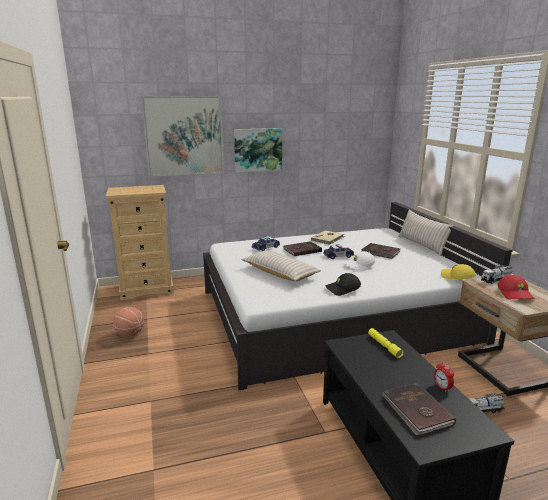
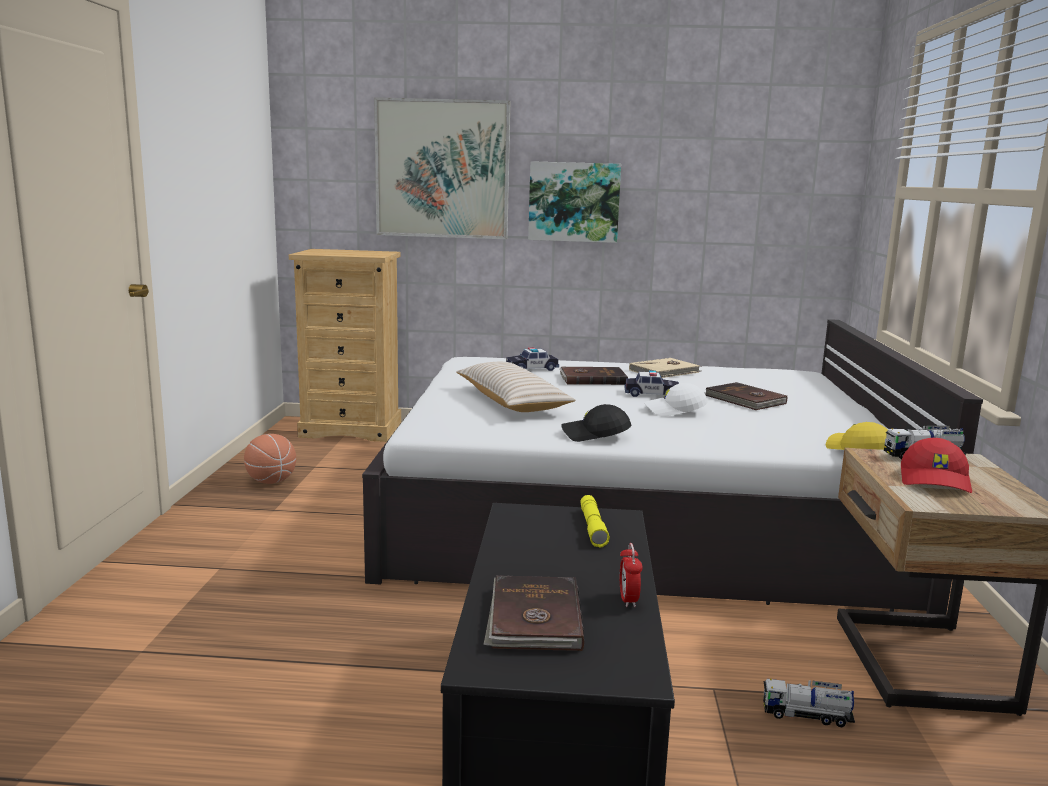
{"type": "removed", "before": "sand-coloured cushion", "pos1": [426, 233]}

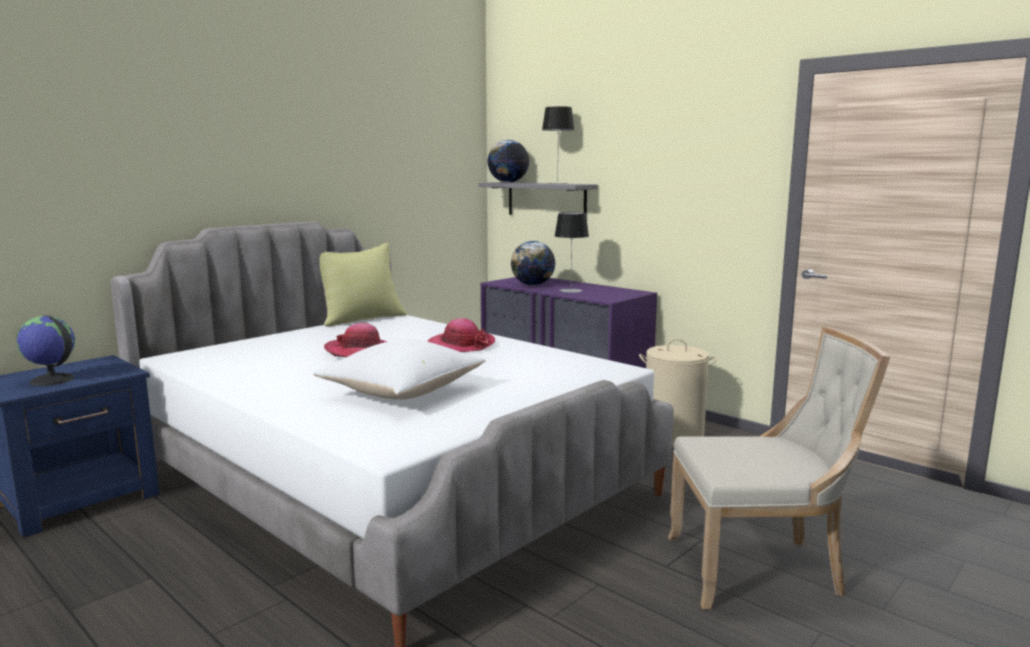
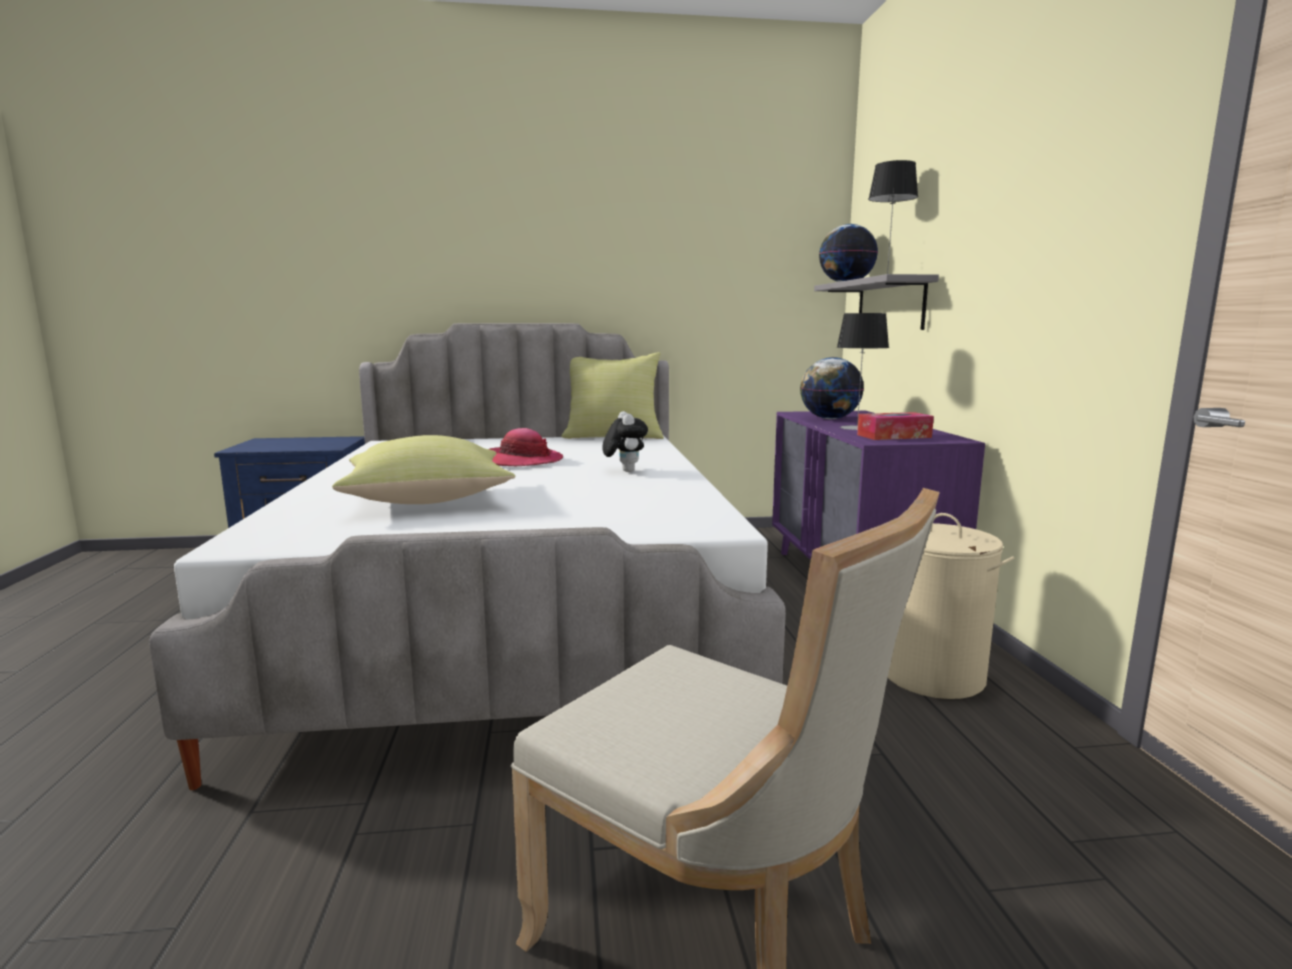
{"type": "removed", "before": "world globe", "pos1": [45, 351]}
{"type": "added", "after": "box of tissues", "pos2": [895, 426]}
{"type": "replaced", "before": "hat", "after": "cuddly toy", "pos1": [461, 335], "pos2": [625, 441]}
{"type": "recoloured", "before": "white cushion", "after": "yellowish cushion", "pos1": [399, 369], "pos2": [423, 469]}

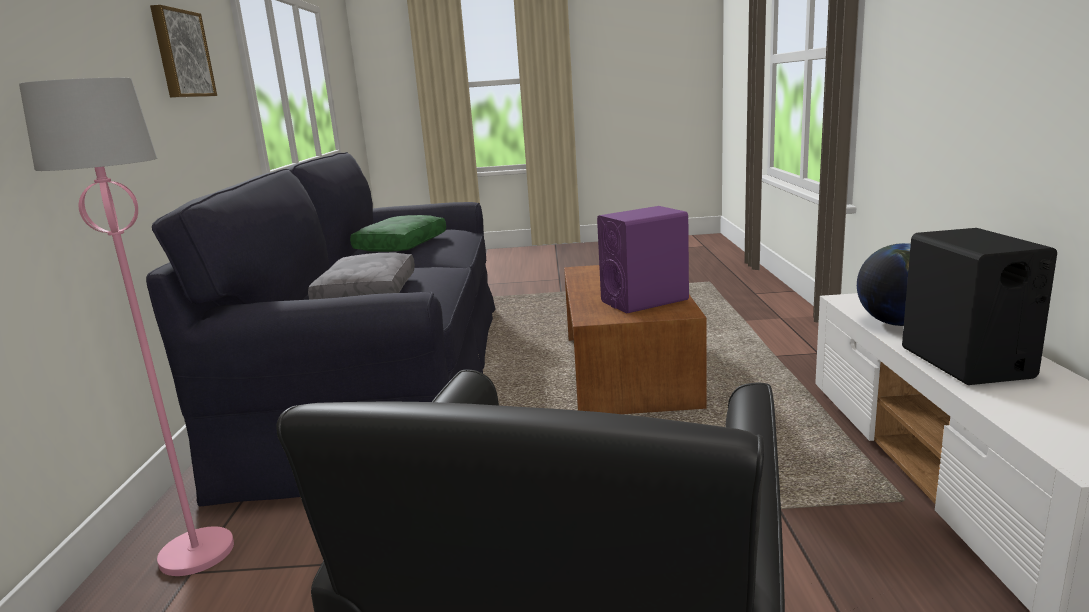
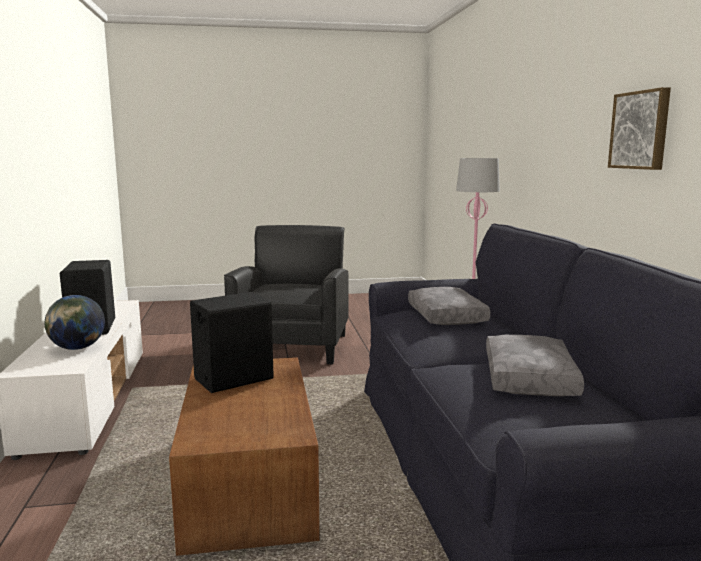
{"type": "recoloured", "before": "green-coloured cushion", "after": "grey cushion", "pos1": [398, 233], "pos2": [535, 365]}
{"type": "recoloured", "before": "purple-coloured loudspeaker", "after": "black loudspeaker", "pos1": [643, 259], "pos2": [232, 342]}

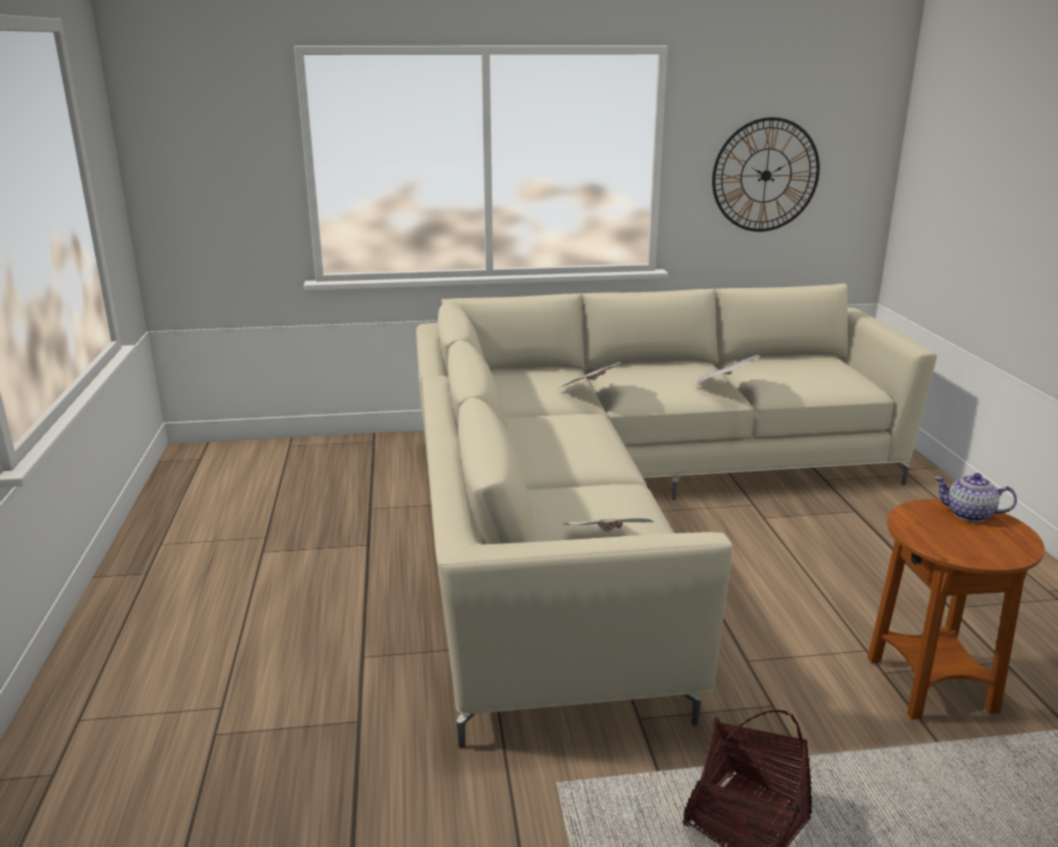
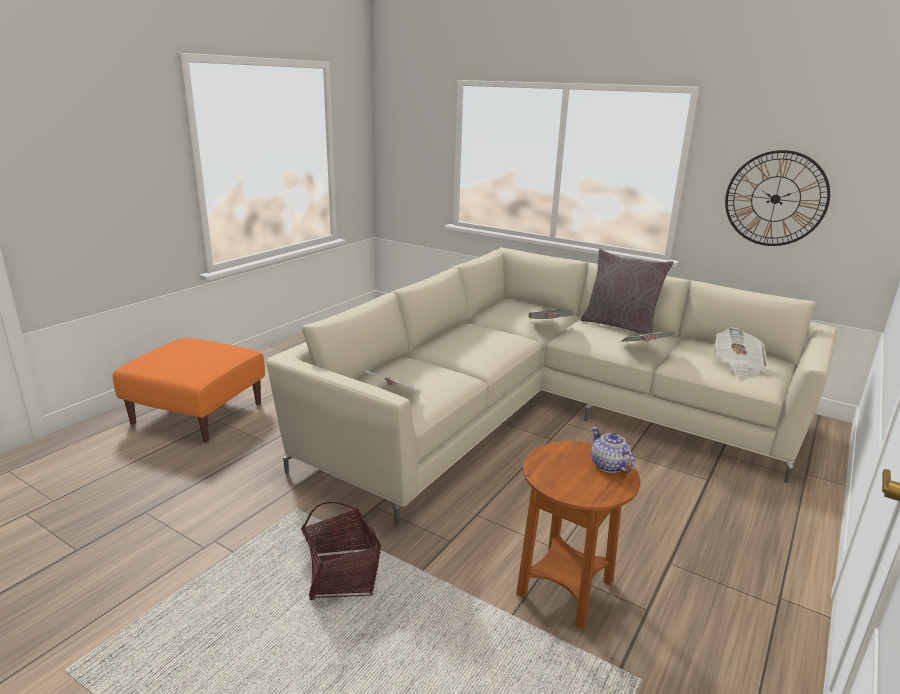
{"type": "added", "after": "orange ottoman", "pos2": [188, 390]}
{"type": "added", "after": "grey cushion", "pos2": [627, 292]}
{"type": "added", "after": "daily paper", "pos2": [740, 352]}

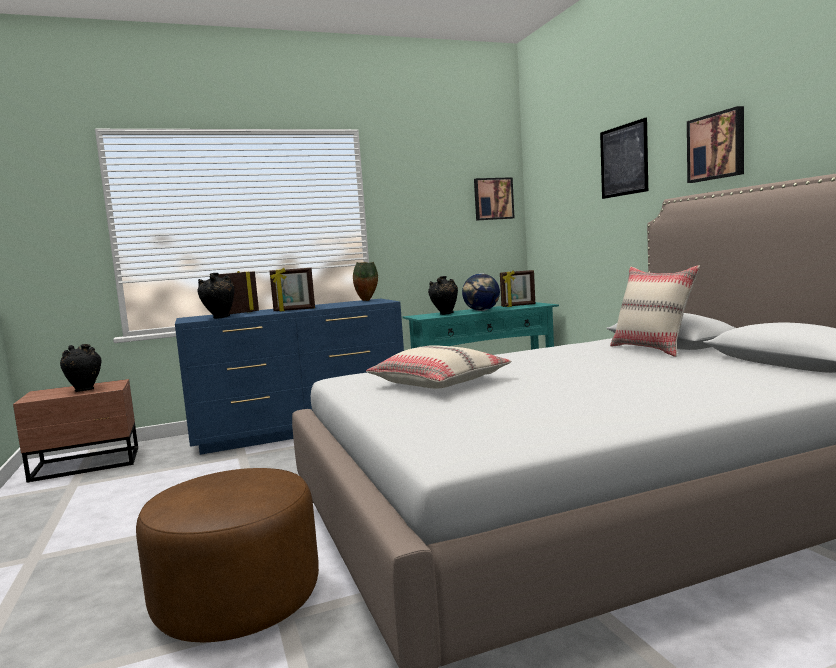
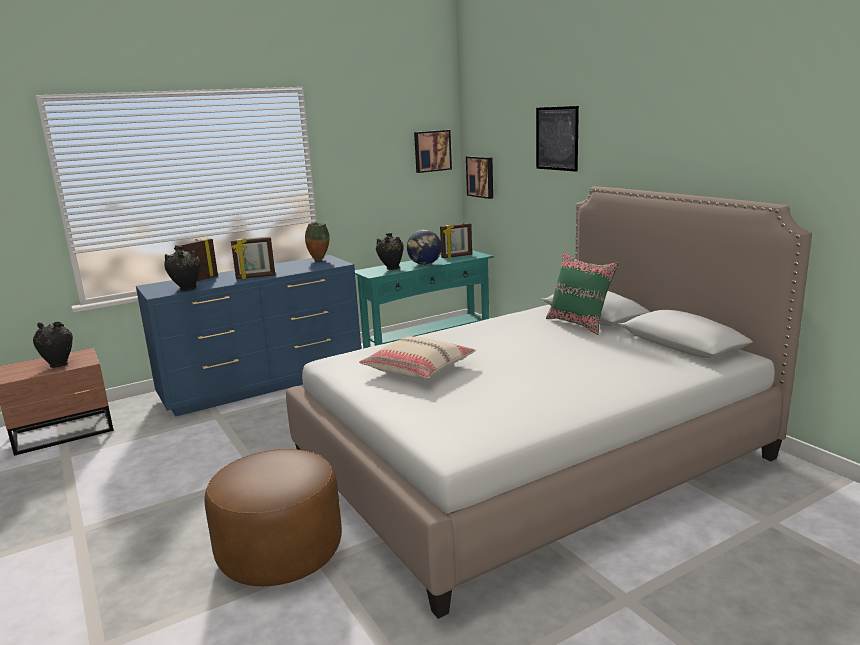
{"type": "moved", "before": "wall picture", "pos1": [715, 144], "pos2": [479, 177]}
{"type": "recoloured", "before": "sand-coloured cushion", "after": "green-coloured cushion", "pos1": [655, 311], "pos2": [582, 293]}

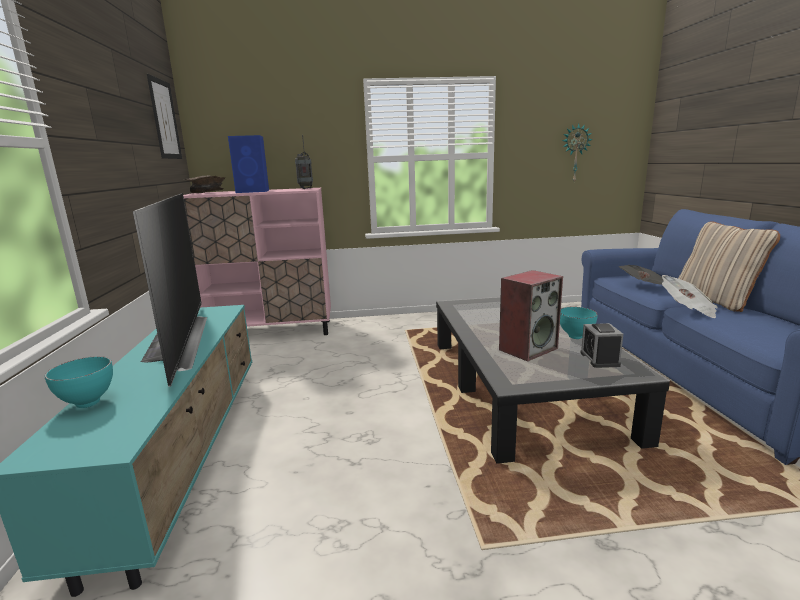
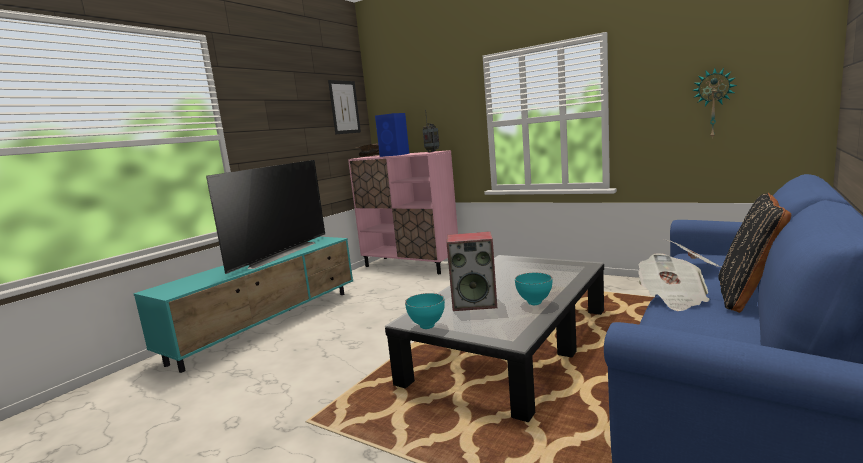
{"type": "removed", "before": "alarm clock", "pos1": [602, 345]}
{"type": "moved", "before": "turquoise deep dish", "pos1": [78, 382], "pos2": [425, 311]}
{"type": "recoloured", "before": "sand-coloured cushion", "after": "black cushion", "pos1": [729, 266], "pos2": [754, 253]}

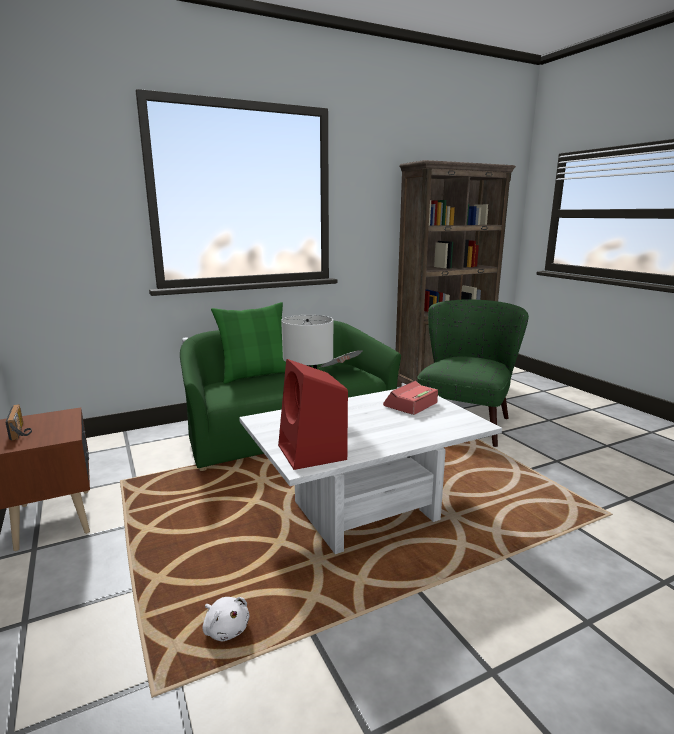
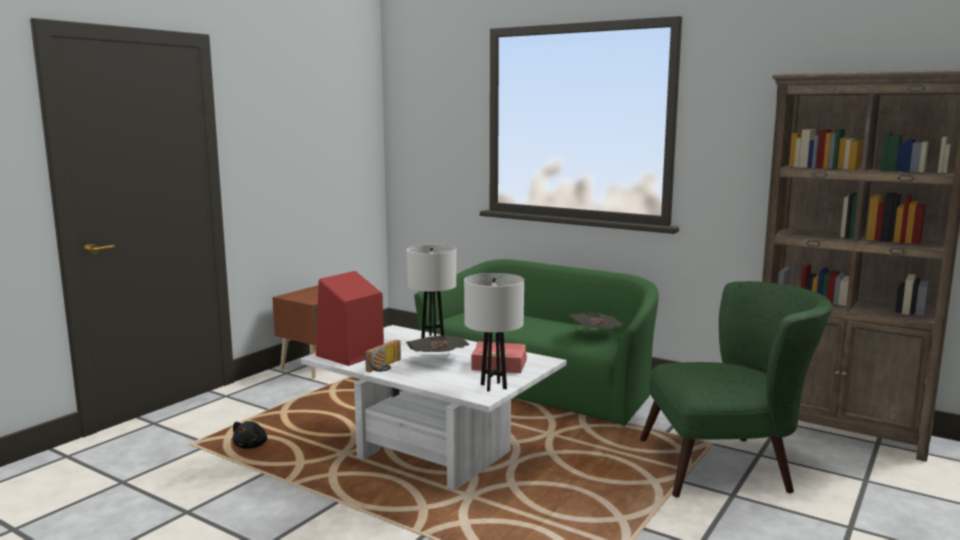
{"type": "removed", "before": "green-coloured cushion", "pos1": [248, 343]}
{"type": "added", "after": "daily paper", "pos2": [437, 343]}
{"type": "added", "after": "white table lamp", "pos2": [494, 332]}
{"type": "moved", "before": "radio set", "pos1": [18, 422], "pos2": [383, 356]}
{"type": "recoloured", "before": "white cuddly toy", "after": "black cuddly toy", "pos1": [226, 619], "pos2": [249, 435]}

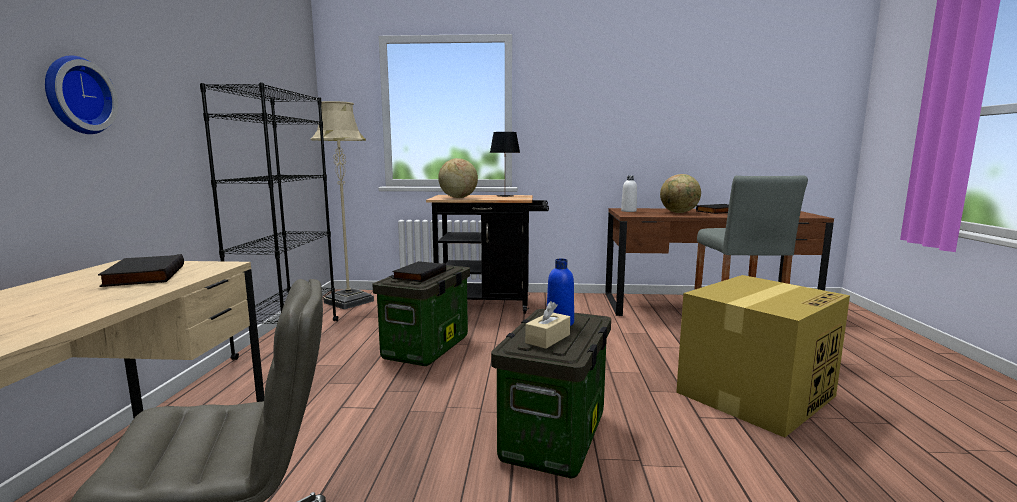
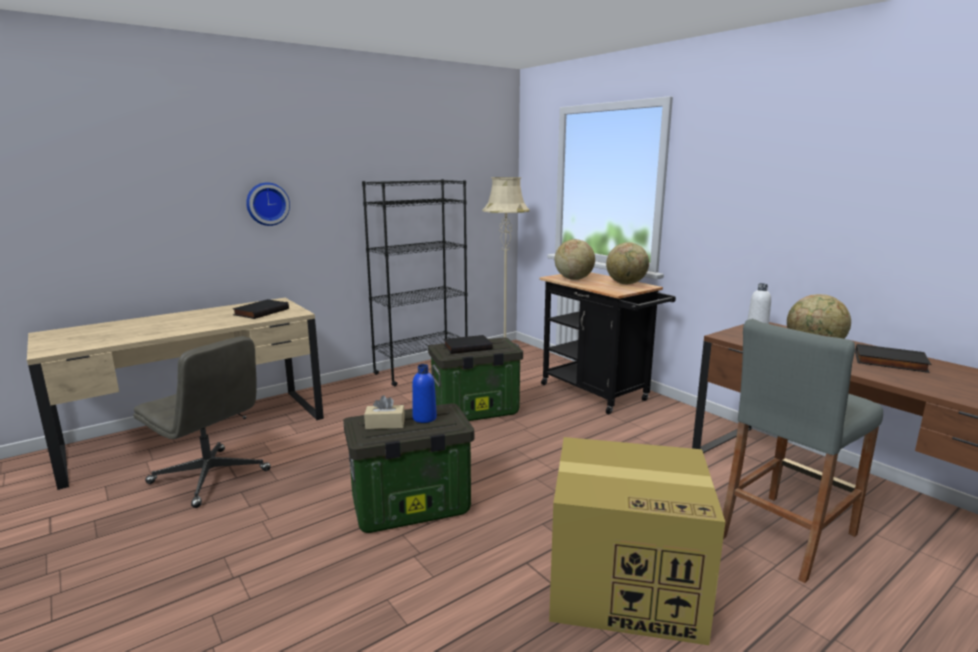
{"type": "replaced", "before": "black table lamp", "after": "world globe", "pos1": [505, 164], "pos2": [627, 263]}

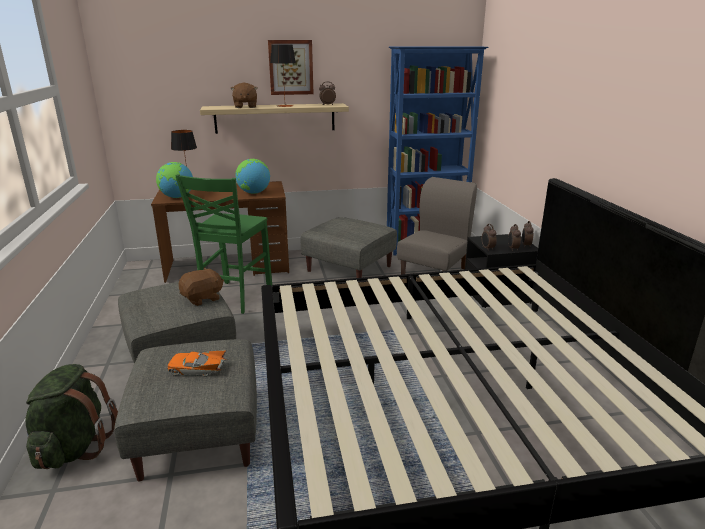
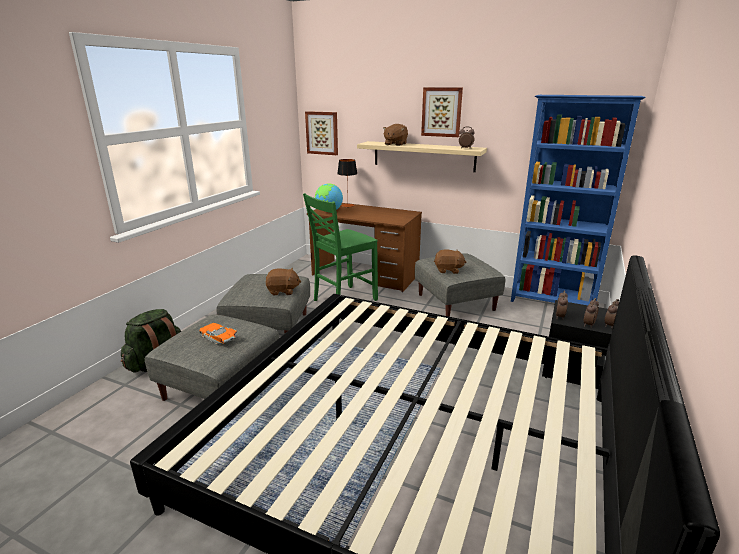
{"type": "removed", "before": "world globe", "pos1": [252, 176]}
{"type": "removed", "before": "table lamp", "pos1": [283, 75]}
{"type": "removed", "before": "grey upright chair", "pos1": [437, 226]}
{"type": "added", "after": "wall picture", "pos2": [321, 133]}
{"type": "added", "after": "brown-coloured cuddly toy", "pos2": [450, 262]}

